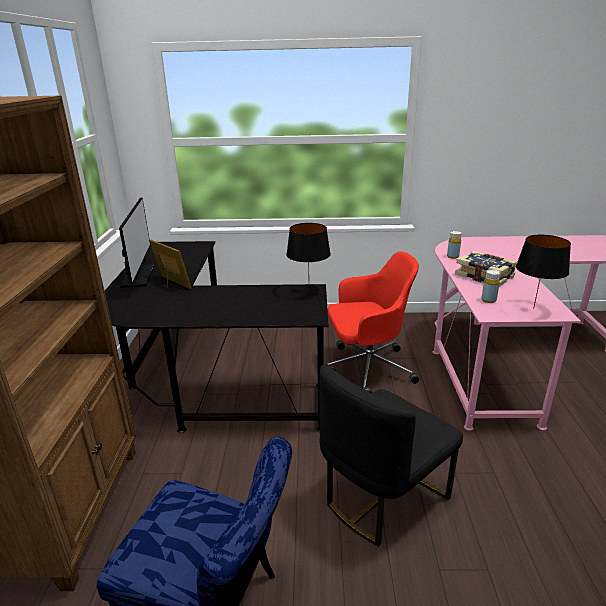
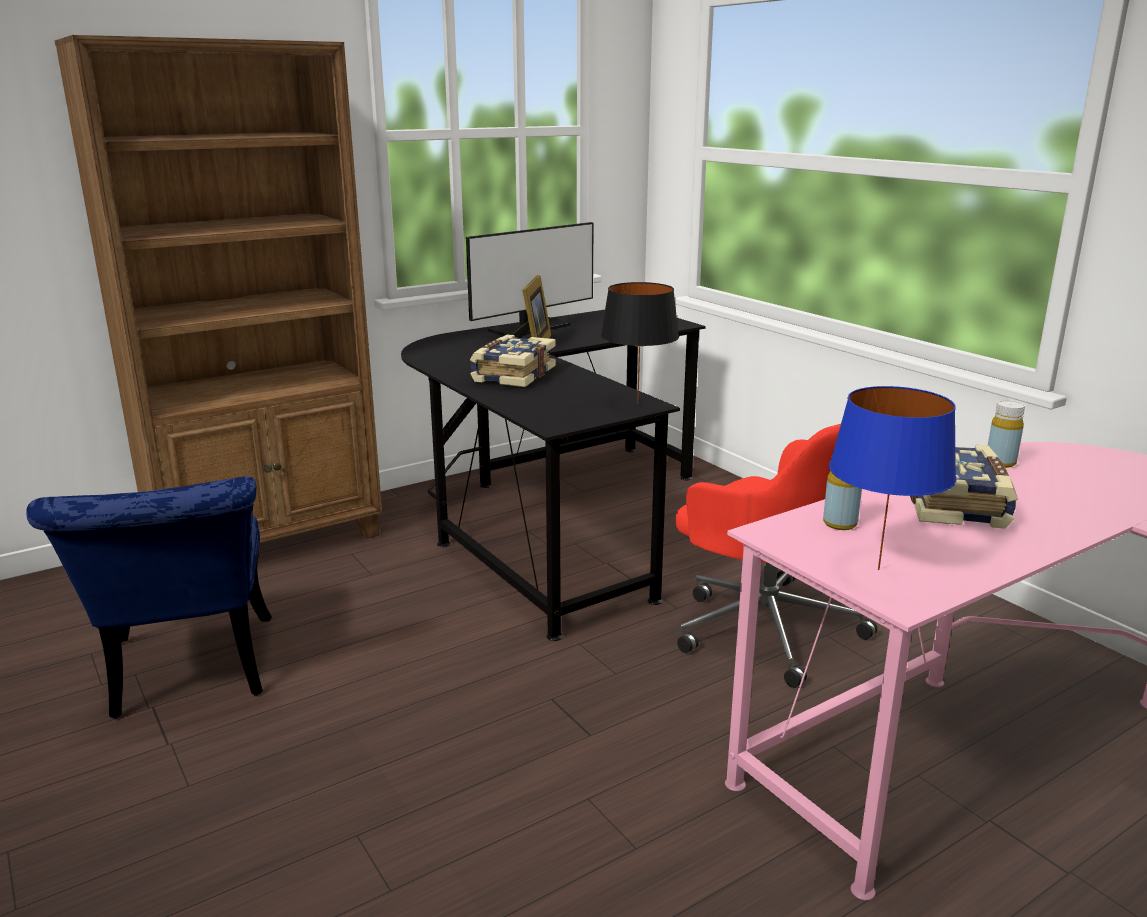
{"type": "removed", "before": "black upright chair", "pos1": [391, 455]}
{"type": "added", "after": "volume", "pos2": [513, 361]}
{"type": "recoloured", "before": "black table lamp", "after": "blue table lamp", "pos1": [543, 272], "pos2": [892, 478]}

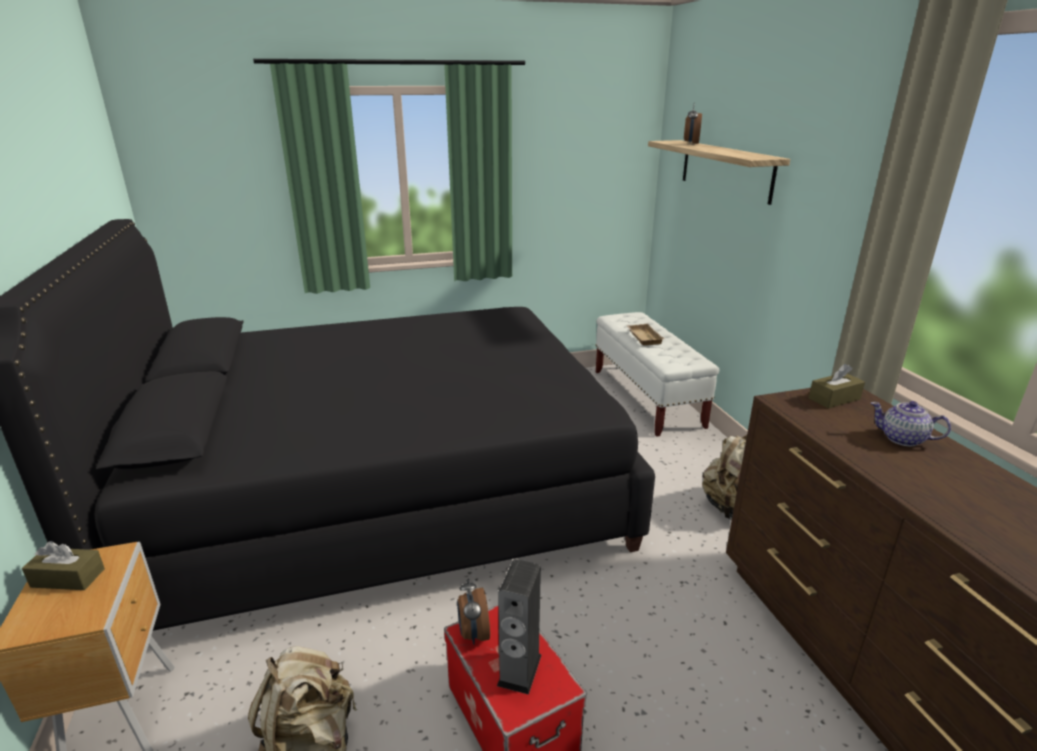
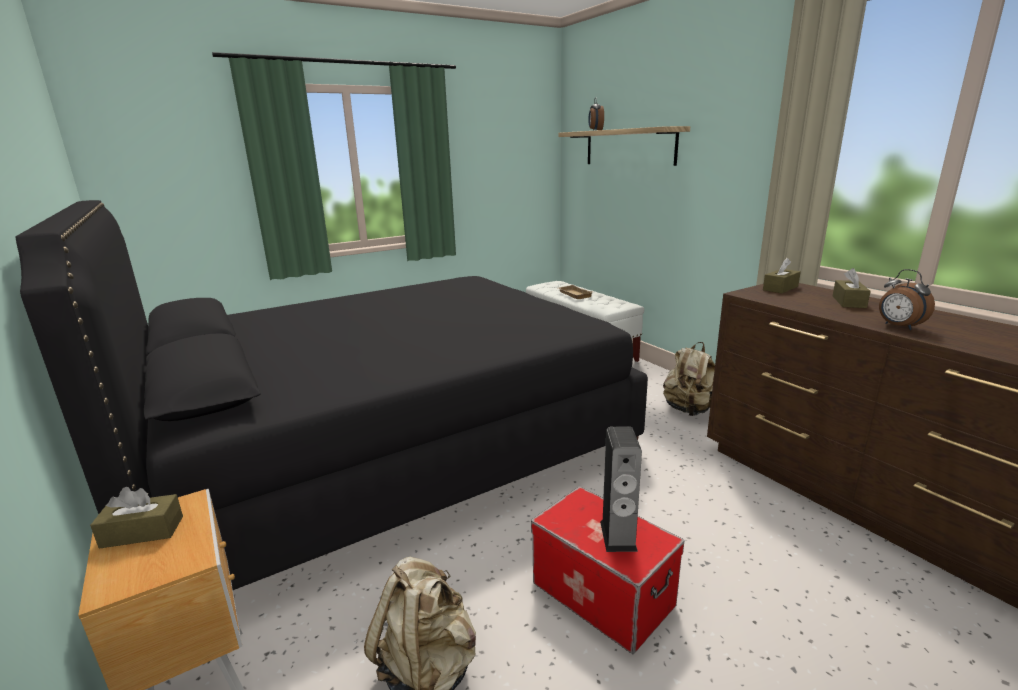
{"type": "moved", "before": "alarm clock", "pos1": [473, 612], "pos2": [907, 299]}
{"type": "replaced", "before": "teapot", "after": "brown-coloured box of tissues", "pos1": [911, 424], "pos2": [852, 288]}

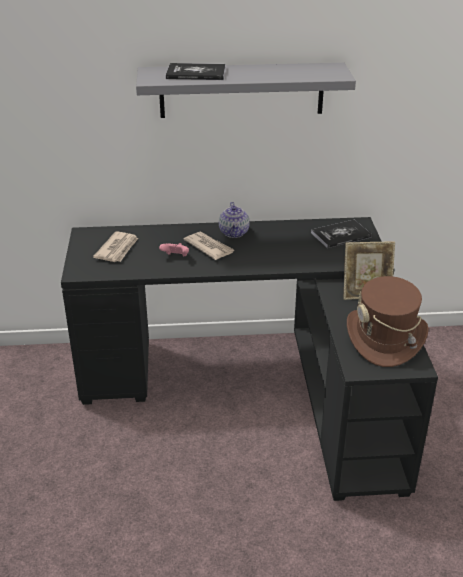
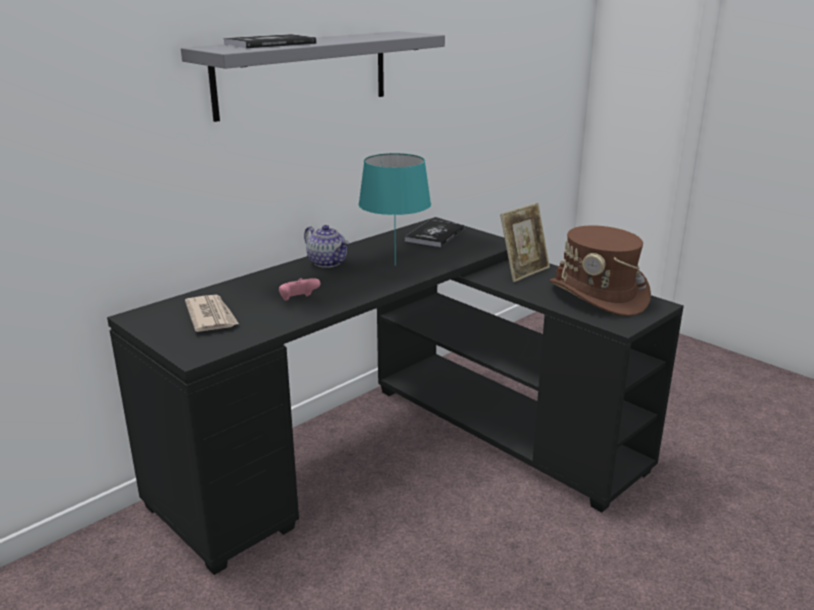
{"type": "removed", "before": "daily paper", "pos1": [208, 246]}
{"type": "added", "after": "turquoise table lamp", "pos2": [394, 209]}

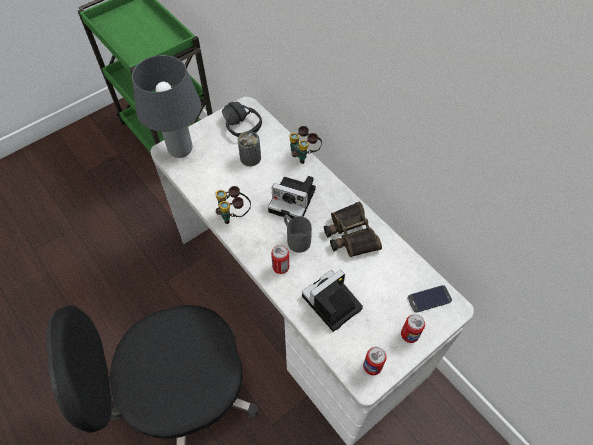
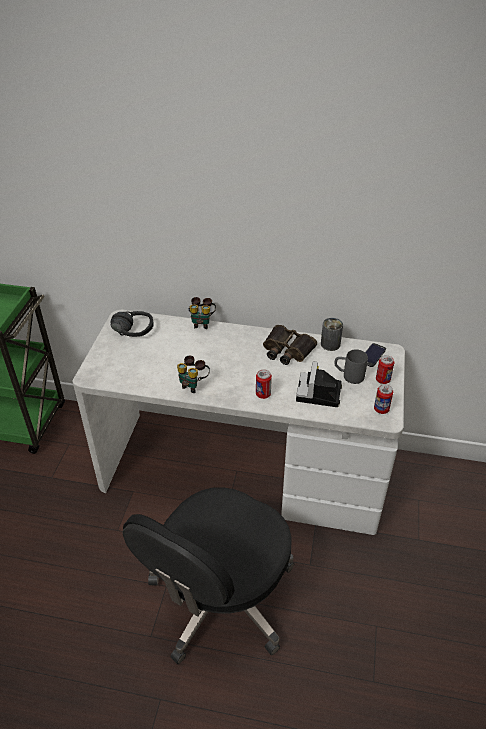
{"type": "removed", "before": "grey table lamp", "pos1": [166, 106]}
{"type": "removed", "before": "still camera", "pos1": [292, 197]}
{"type": "moved", "before": "metal can", "pos1": [249, 148], "pos2": [332, 334]}
{"type": "moved", "before": "grey tea mug", "pos1": [298, 234], "pos2": [351, 366]}

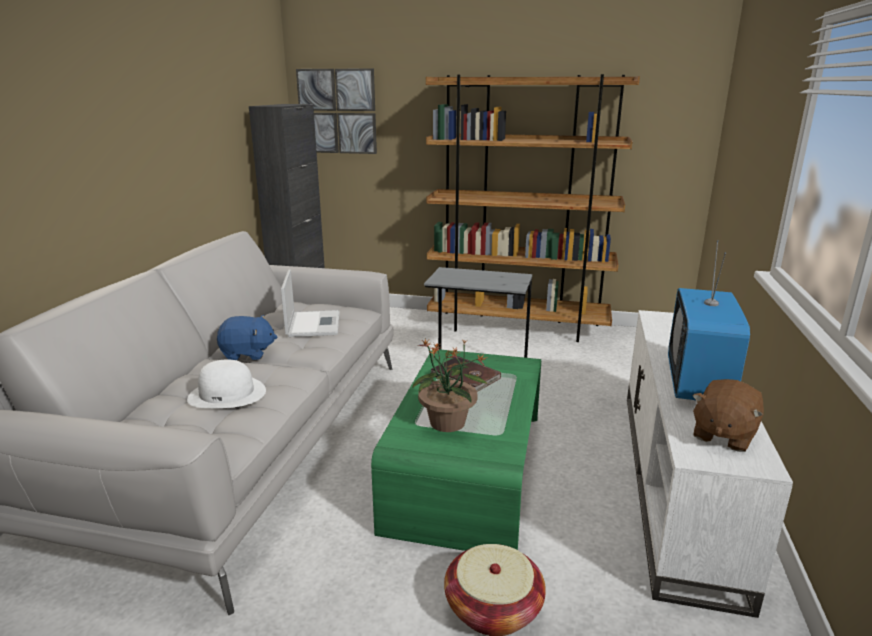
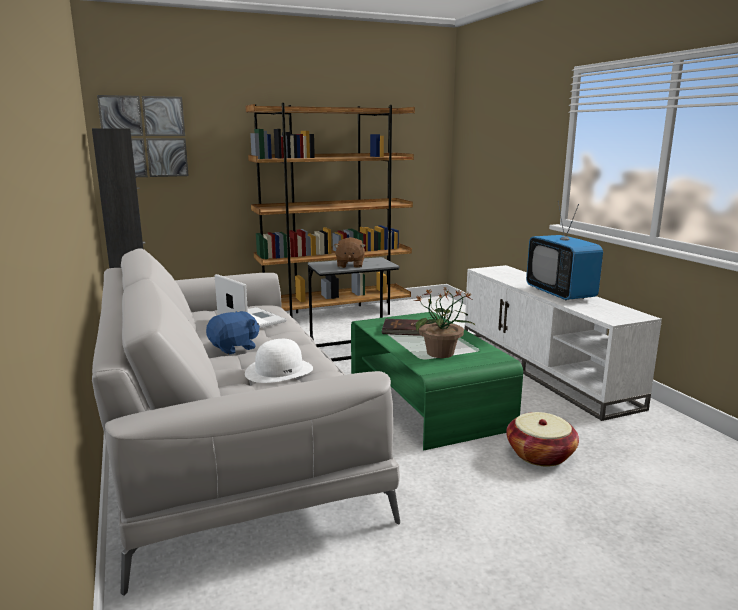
{"type": "moved", "before": "brown-coloured cuddly toy", "pos1": [728, 415], "pos2": [350, 252]}

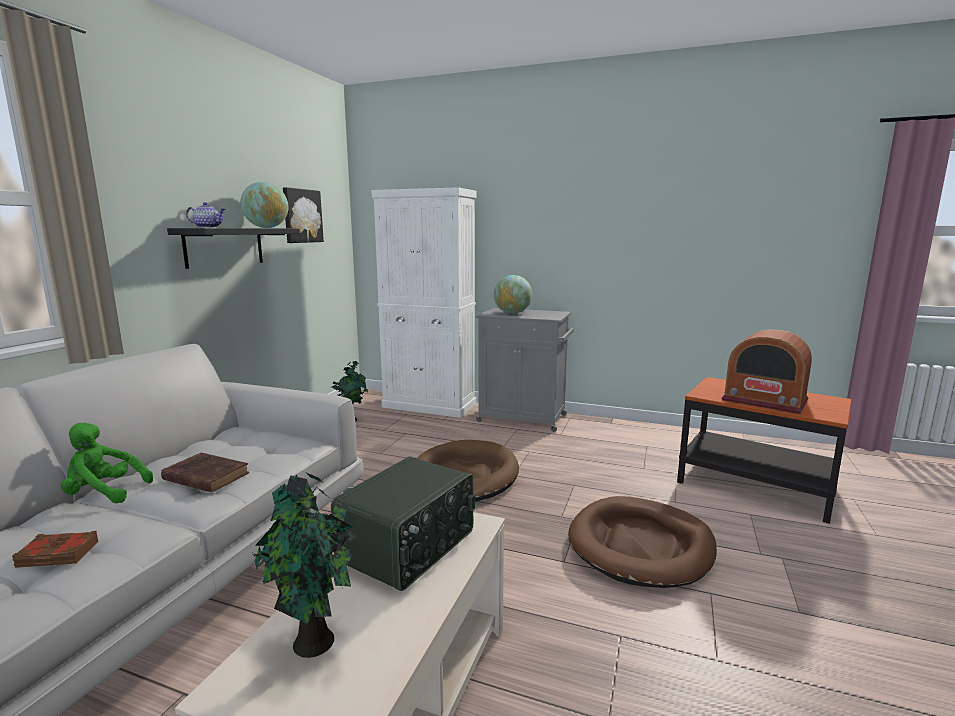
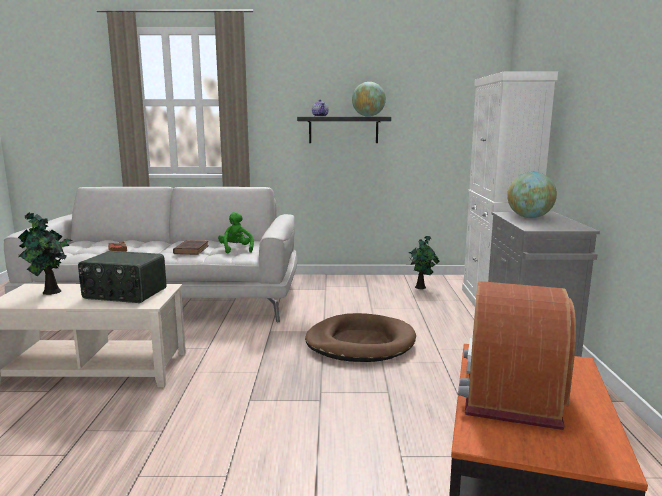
{"type": "removed", "before": "wall picture", "pos1": [303, 215]}
{"type": "removed", "before": "brown-coloured dog bed", "pos1": [642, 542]}
{"type": "moved", "before": "green-coloured cuddly toy", "pos1": [107, 463], "pos2": [236, 232]}

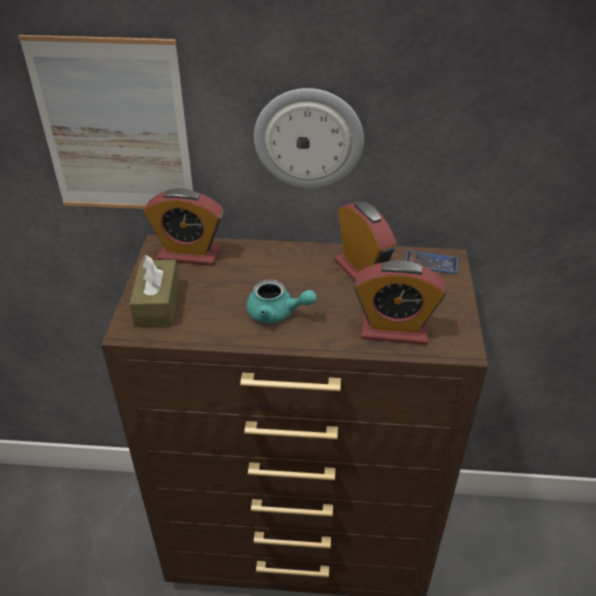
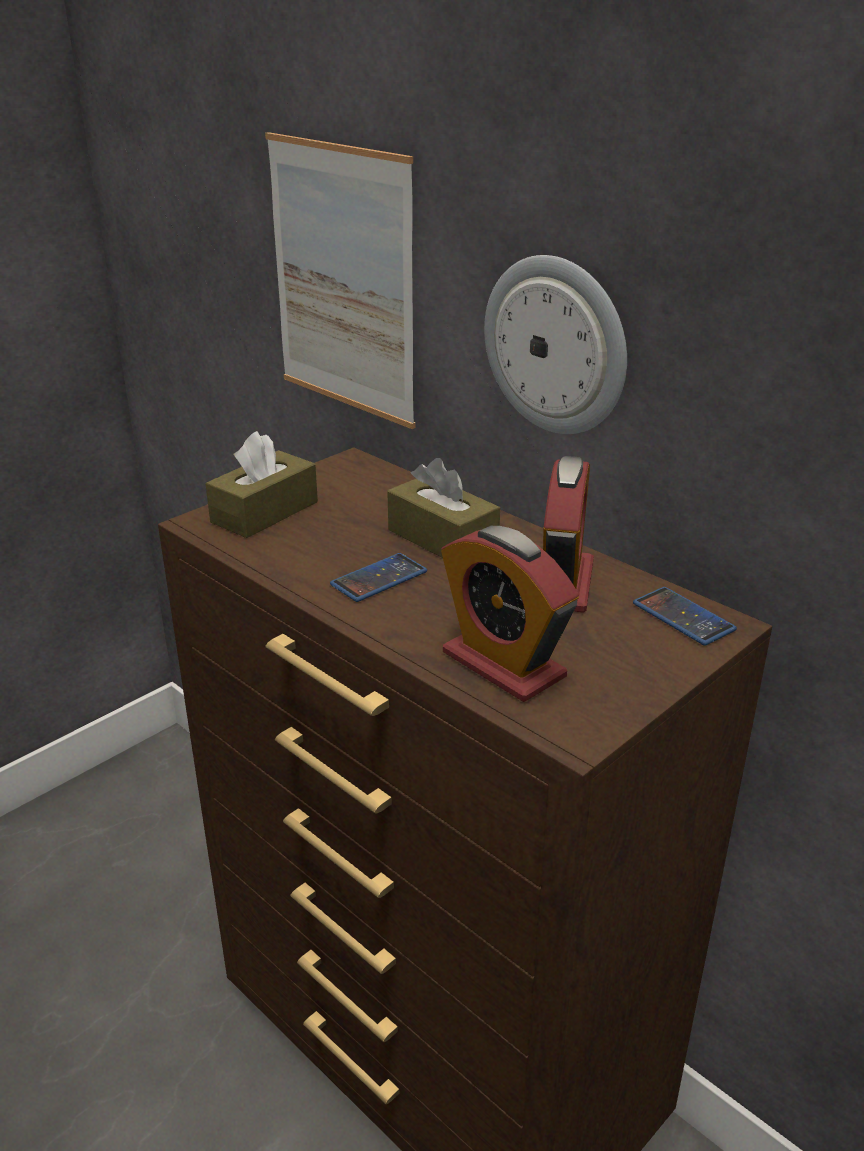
{"type": "removed", "before": "alarm clock", "pos1": [184, 227]}
{"type": "added", "after": "brown-coloured box of tissues", "pos2": [443, 508]}
{"type": "replaced", "before": "turquoise teapot", "after": "handset", "pos1": [281, 301], "pos2": [378, 577]}

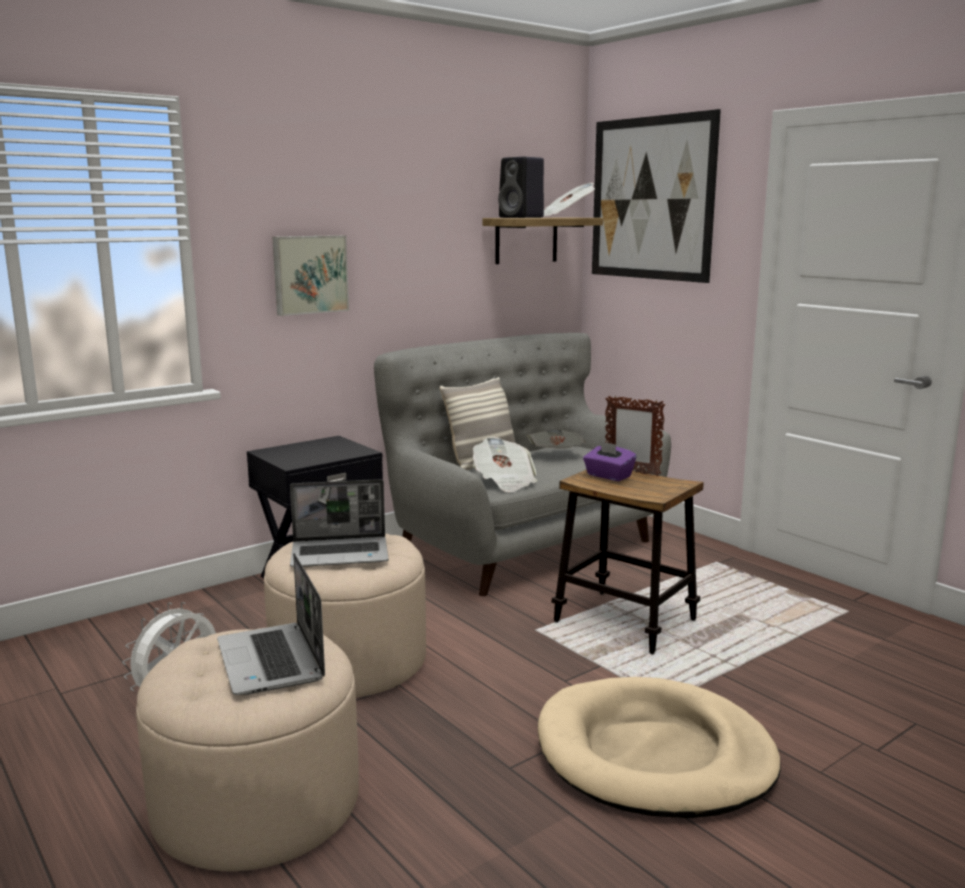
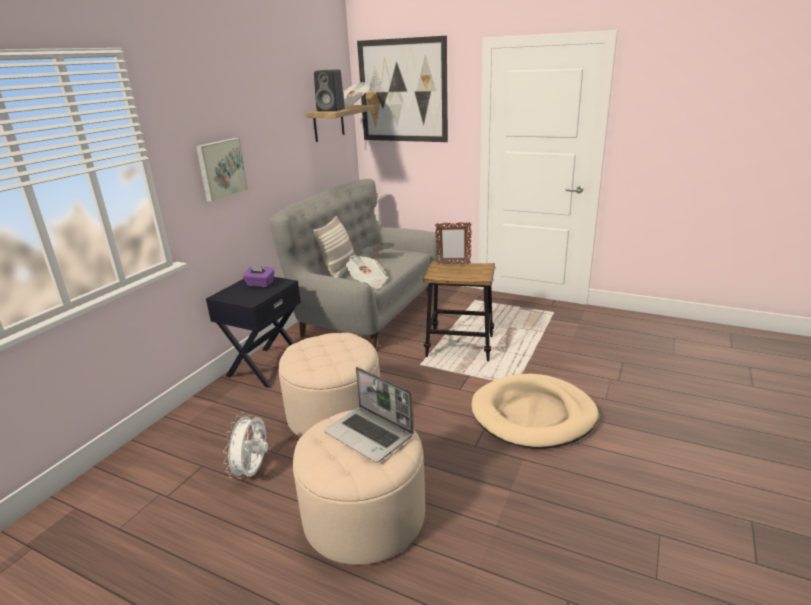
{"type": "removed", "before": "laptop", "pos1": [339, 523]}
{"type": "moved", "before": "purple-coloured box of tissues", "pos1": [610, 460], "pos2": [258, 276]}

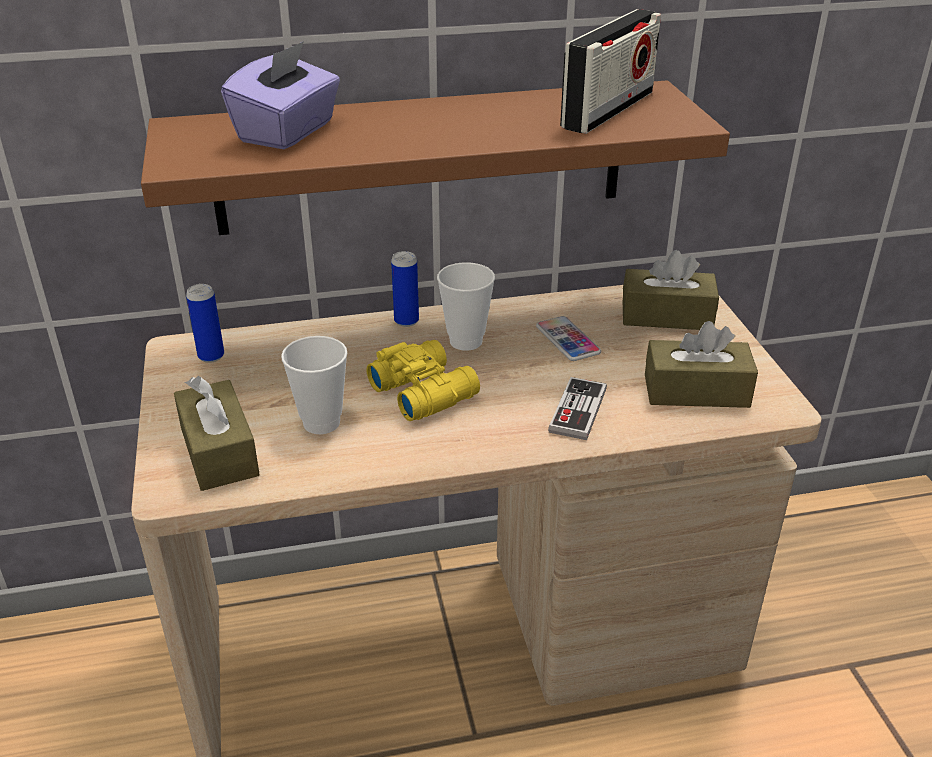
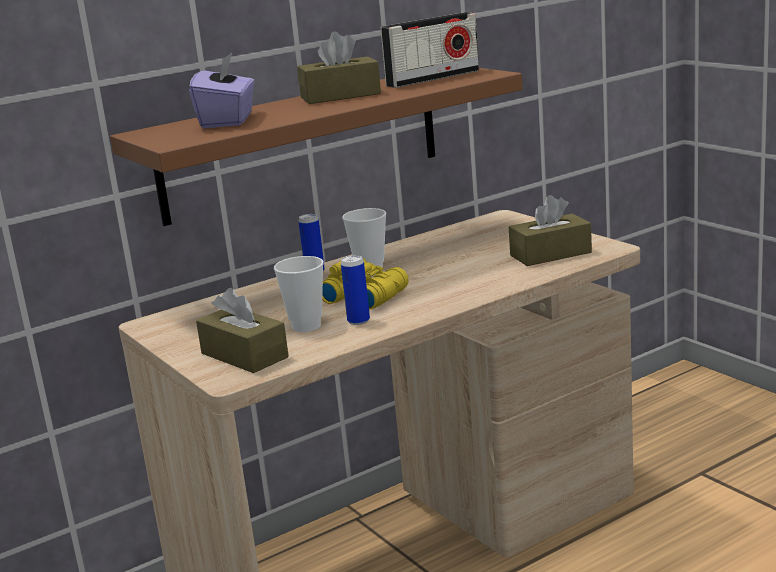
{"type": "removed", "before": "handset", "pos1": [568, 338]}
{"type": "removed", "before": "game controller", "pos1": [577, 408]}
{"type": "moved", "before": "metal can", "pos1": [205, 323], "pos2": [355, 290]}
{"type": "moved", "before": "brown-coloured box of tissues", "pos1": [671, 290], "pos2": [339, 67]}
{"type": "turned", "before": "radio set", "pos1": [610, 71], "pos2": [430, 50], "turn": 45}

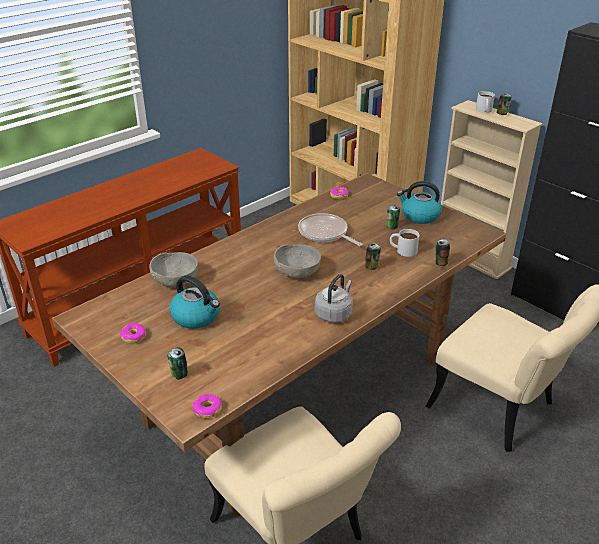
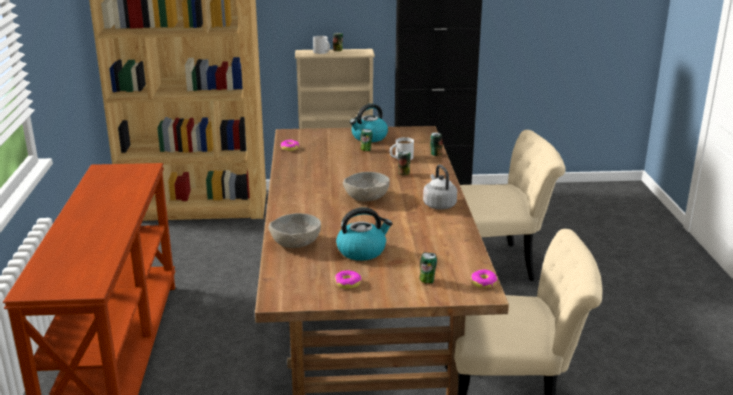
{"type": "removed", "before": "frying pan", "pos1": [330, 229]}

